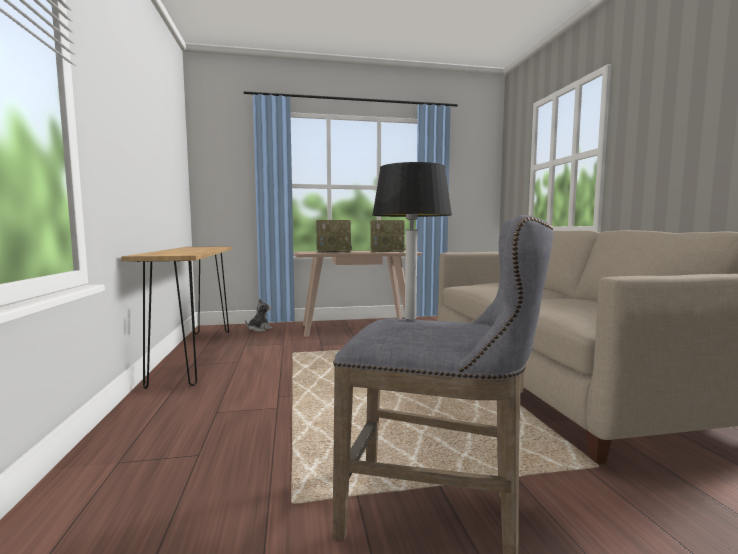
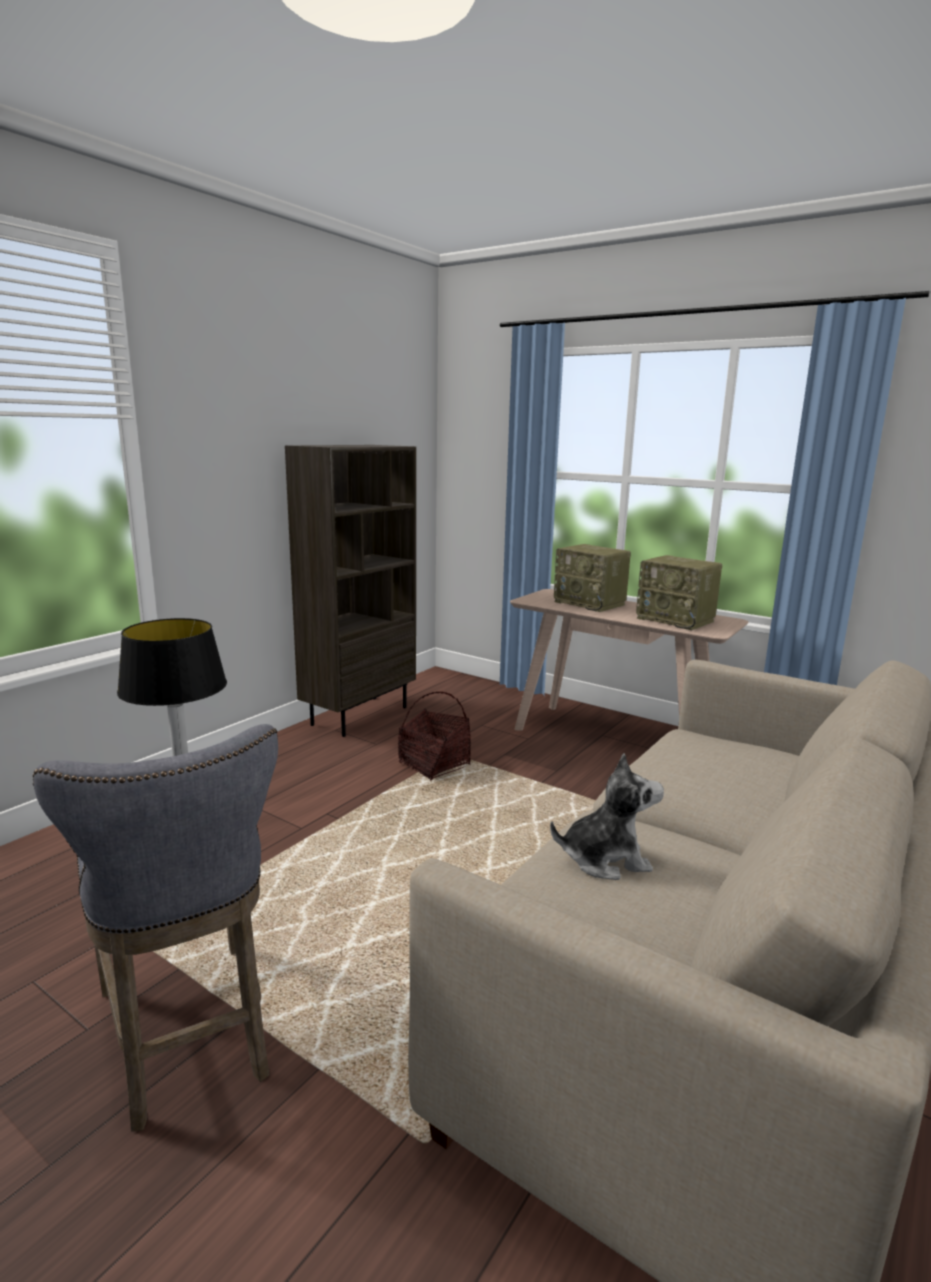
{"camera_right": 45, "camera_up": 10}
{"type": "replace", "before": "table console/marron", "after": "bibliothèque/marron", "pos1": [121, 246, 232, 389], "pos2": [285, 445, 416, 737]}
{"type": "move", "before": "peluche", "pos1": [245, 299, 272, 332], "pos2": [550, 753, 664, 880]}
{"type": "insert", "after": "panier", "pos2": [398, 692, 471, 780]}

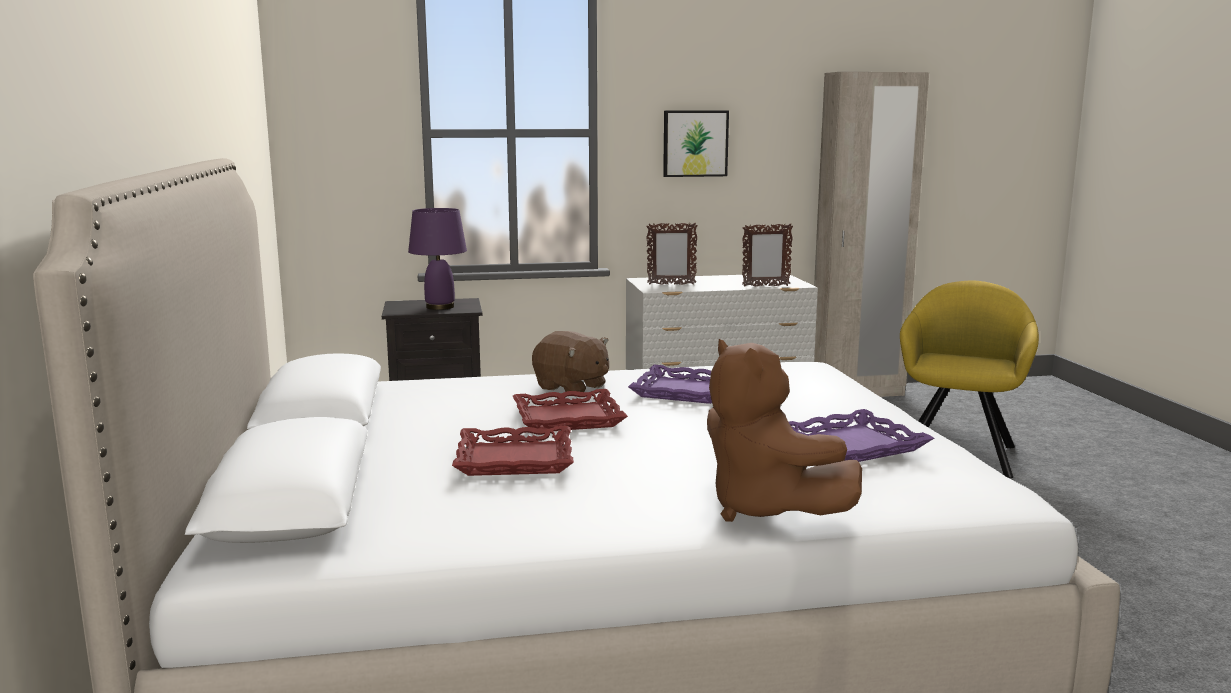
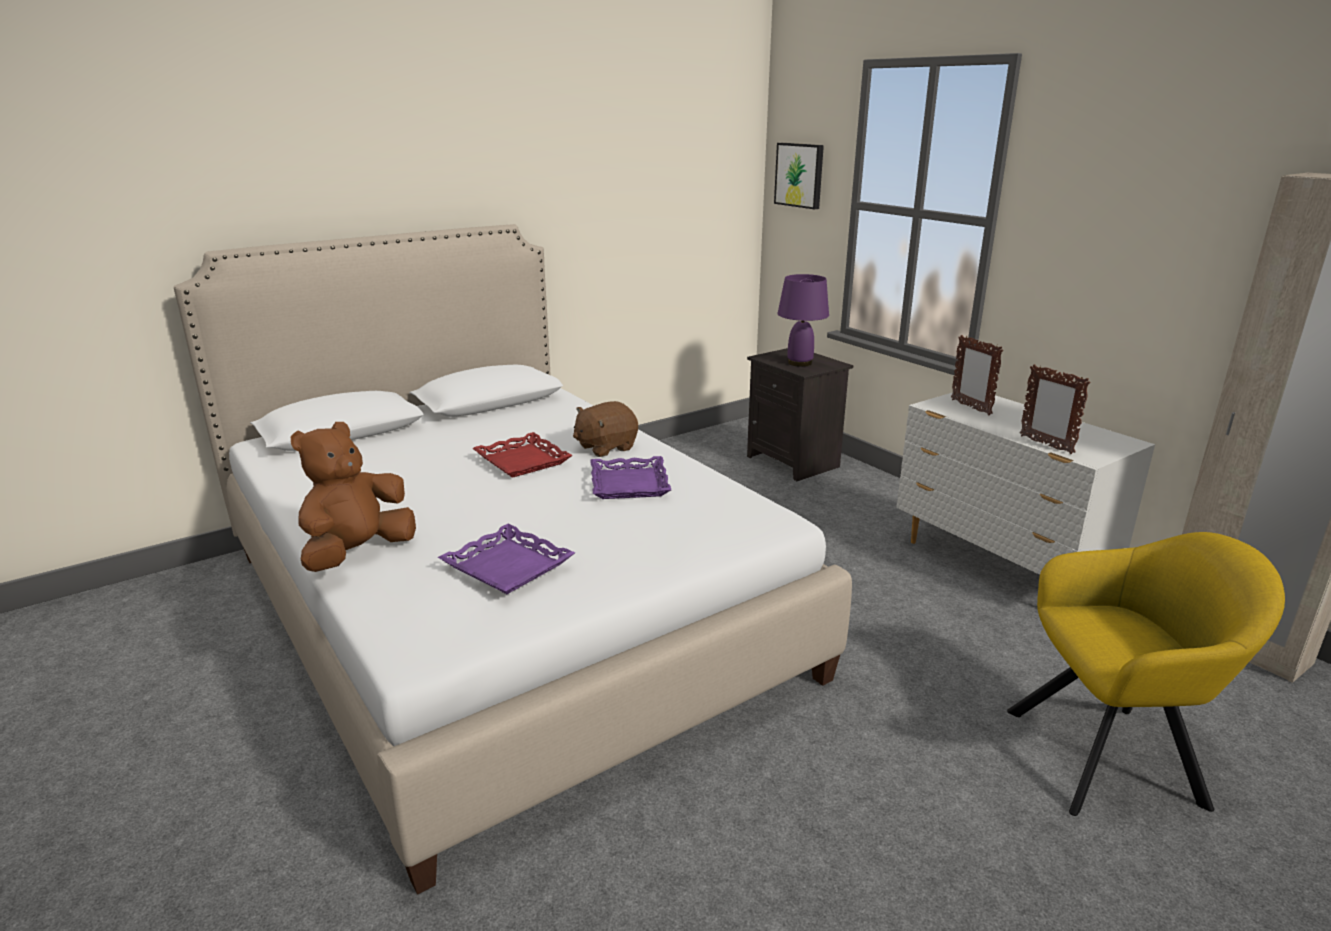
{"camera_right": 65, "camera_up": 10}
{"type": "delete", "before": "plateau/rouge", "pos1": [452, 426, 574, 476]}
{"type": "rotate", "before": "peluche/marron", "pos1": [532, 331, 609, 392], "pos2": [573, 401, 638, 457], "turn": 45}
{"type": "move", "before": "tableau", "pos1": [663, 111, 729, 177], "pos2": [774, 143, 824, 210]}

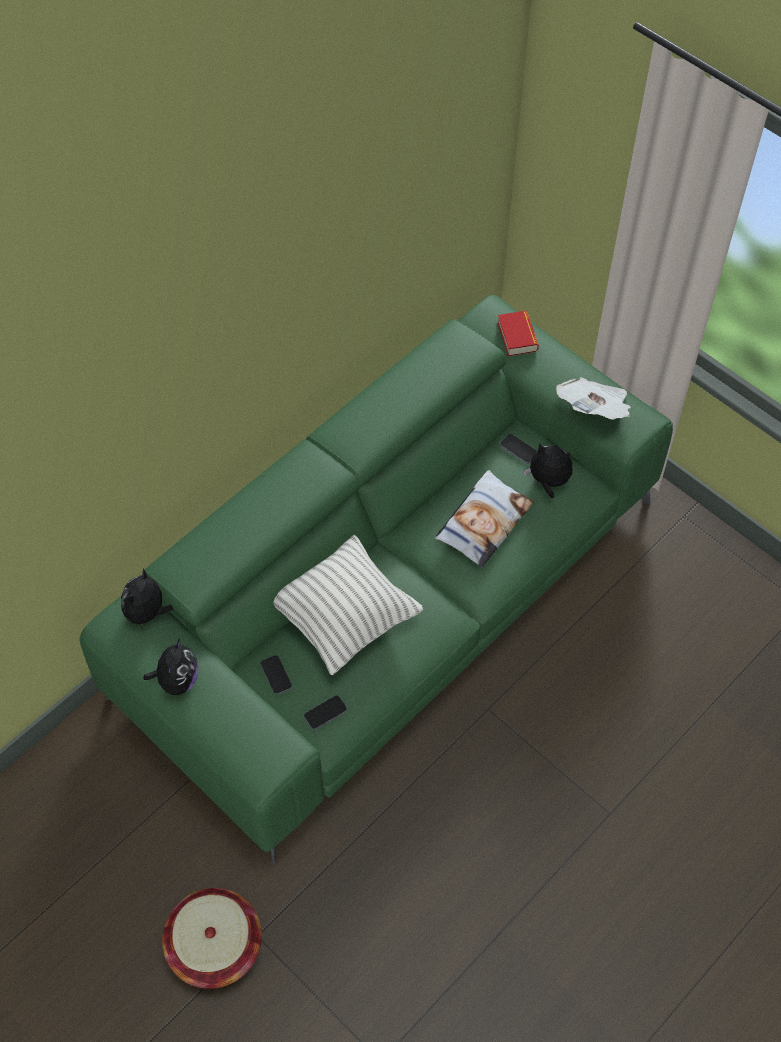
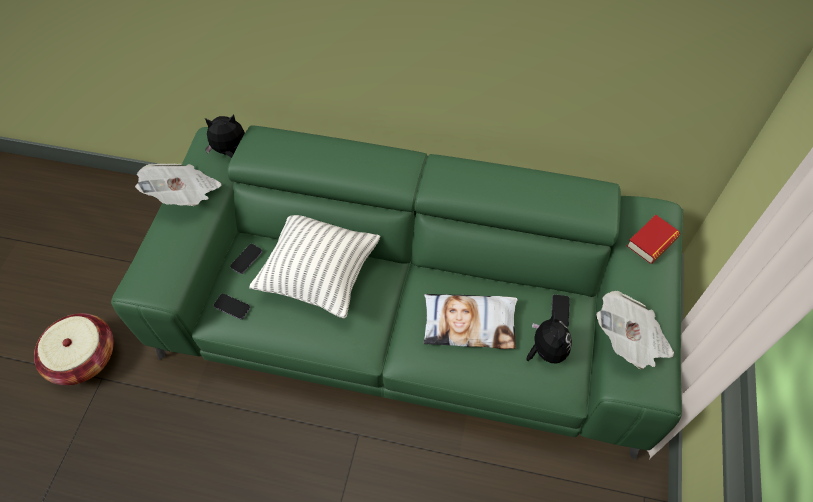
{"camera_right": 60, "camera_up": 0}
{"type": "replace", "before": "peluche", "after": "journal", "pos1": [143, 638, 198, 695], "pos2": [135, 164, 221, 206]}

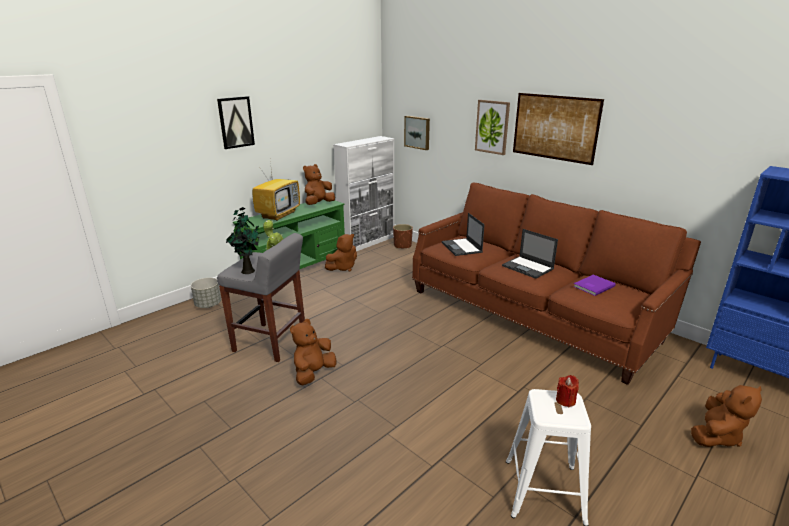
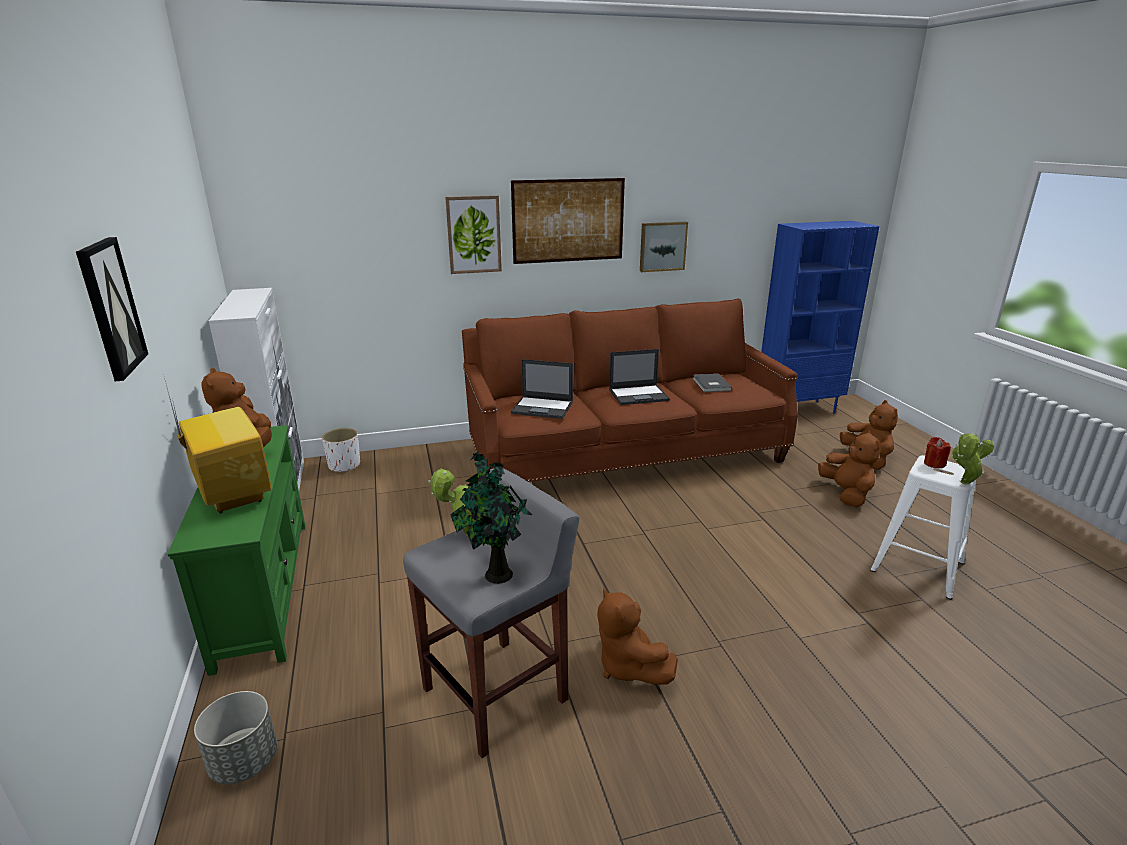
{"camera_right": -60, "camera_up": 0}
{"type": "move", "before": "peluche/marron", "pos1": [325, 234, 357, 272], "pos2": [818, 430, 880, 507]}
{"type": "recolor", "before": "cache-pot/marron", "after": "cache-pot/blanc", "pos1": [393, 224, 413, 249], "pos2": [322, 428, 360, 473]}
{"type": "move", "before": "tableau", "pos1": [404, 116, 430, 150], "pos2": [640, 222, 688, 272]}
{"type": "recolor", "before": "livre/violet", "after": "livre/gris", "pos1": [573, 275, 616, 296], "pos2": [693, 374, 732, 392]}
{"type": "insert", "after": "plante en pot", "pos2": [952, 433, 994, 484]}

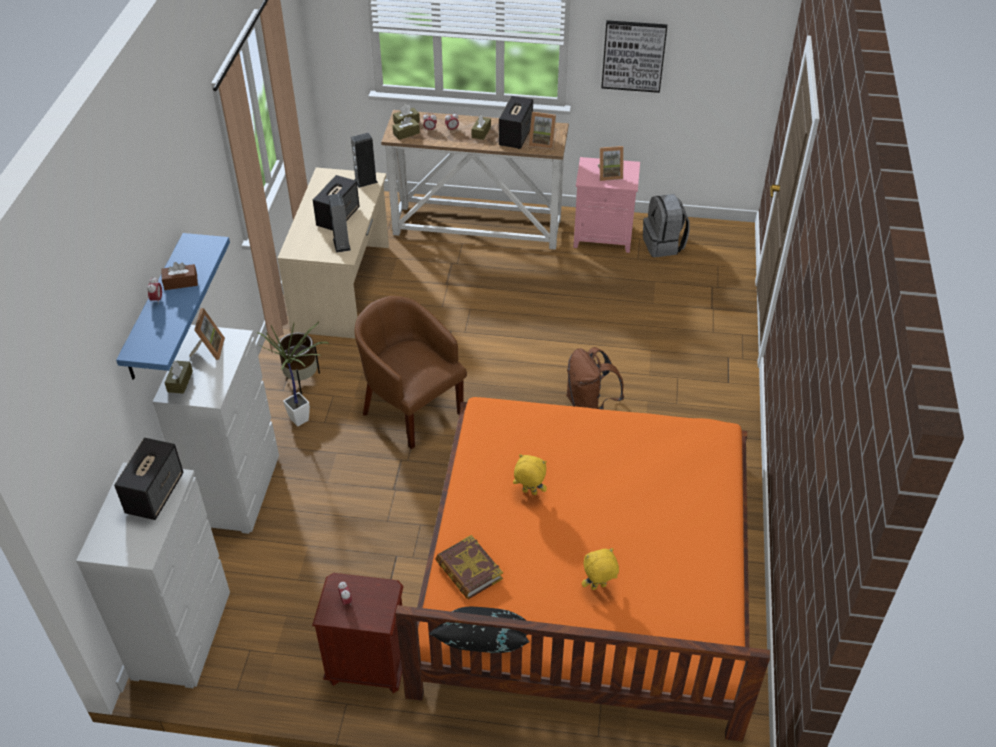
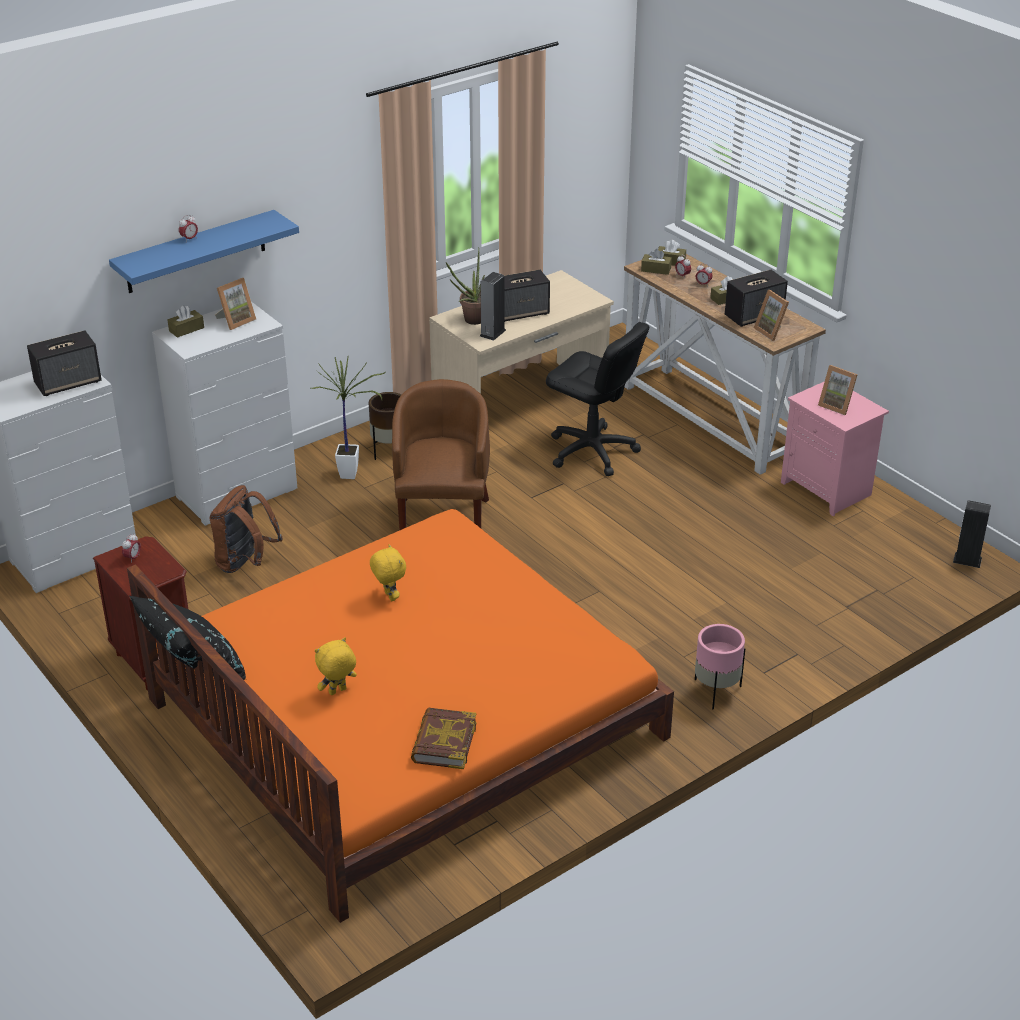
{"camera_right": 45, "camera_up": -10}
{"type": "delete", "before": "boîte à mouchoirs/marron", "pos1": [162, 262, 198, 290]}
{"type": "move", "before": "enceinte", "pos1": [351, 133, 378, 188], "pos2": [953, 500, 991, 568]}
{"type": "move", "before": "livre", "pos1": [435, 535, 503, 599], "pos2": [411, 708, 477, 769]}
{"type": "move", "before": "sac à dos/marron", "pos1": [566, 347, 624, 410], "pos2": [209, 485, 283, 573]}
{"type": "rotate", "before": "peluche/jaune", "pos1": [582, 548, 619, 590], "pos2": [315, 637, 357, 695], "turn": -60}
{"type": "delete", "before": "tableau", "pos1": [601, 20, 667, 93]}
{"type": "delete", "before": "sac à dos/gris", "pos1": [643, 194, 690, 257]}
{"type": "insert", "after": "plante en pot", "pos2": [446, 247, 485, 325]}
{"type": "insert", "after": "chaise de bureau/noir", "pos2": [546, 322, 650, 476]}
{"type": "insert", "after": "cache-pot/rose", "pos2": [695, 624, 745, 710]}

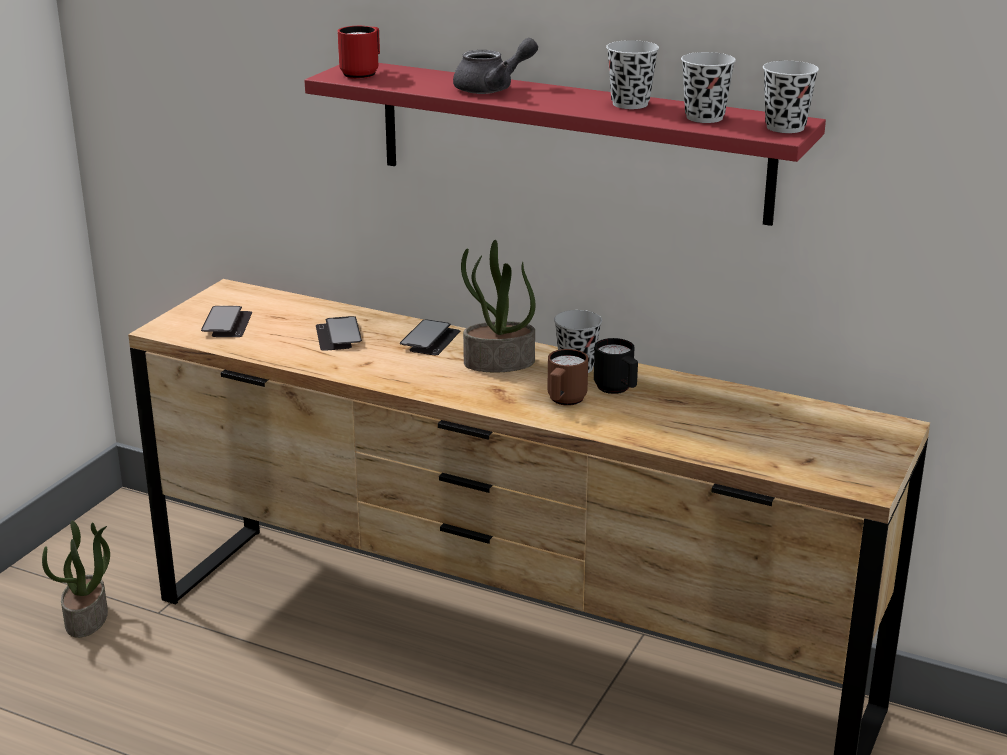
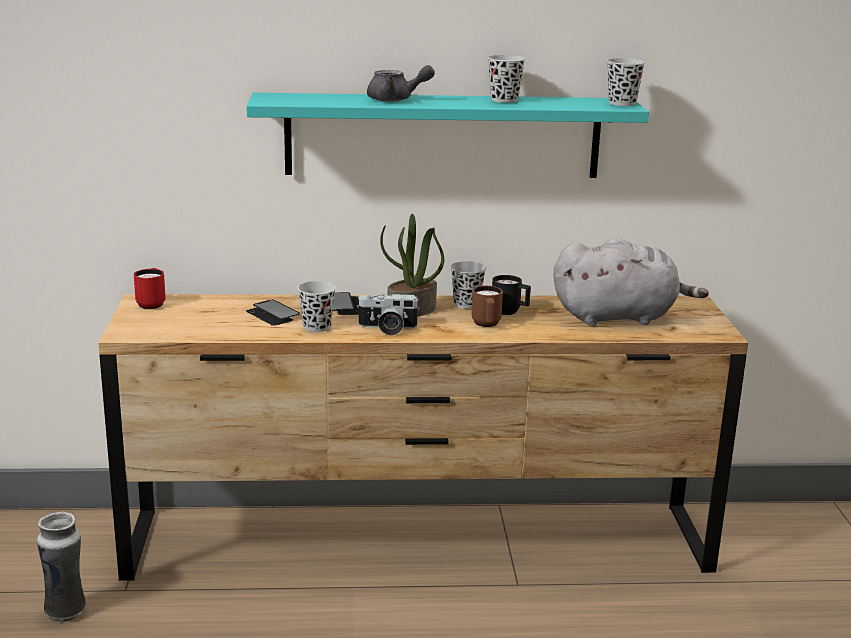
{"camera_right": -30, "camera_up": -5}
{"type": "replace", "before": "plante en pot", "after": "vase", "pos1": [42, 520, 110, 638], "pos2": [37, 512, 86, 622]}
{"type": "delete", "before": "téléphone", "pos1": [201, 306, 252, 337]}
{"type": "recolor", "before": "étagère/rouge", "after": "étagère/turquoise", "pos1": [304, 63, 826, 226], "pos2": [246, 93, 649, 178]}
{"type": "move", "before": "mug/rouge", "pos1": [338, 26, 380, 79], "pos2": [134, 268, 166, 309]}
{"type": "rotate", "before": "théière/gris", "pos1": [453, 38, 538, 94], "pos2": [367, 65, 435, 102], "turn": 60}
{"type": "move", "before": "tasse/noir", "pos1": [681, 52, 736, 123], "pos2": [298, 281, 336, 332]}
{"type": "insert", "after": "appareil photo", "pos2": [357, 294, 420, 335]}
{"type": "insert", "after": "peluche/gris", "pos2": [554, 238, 709, 326]}

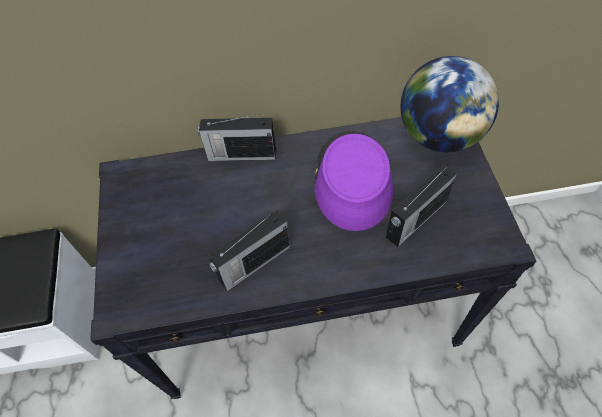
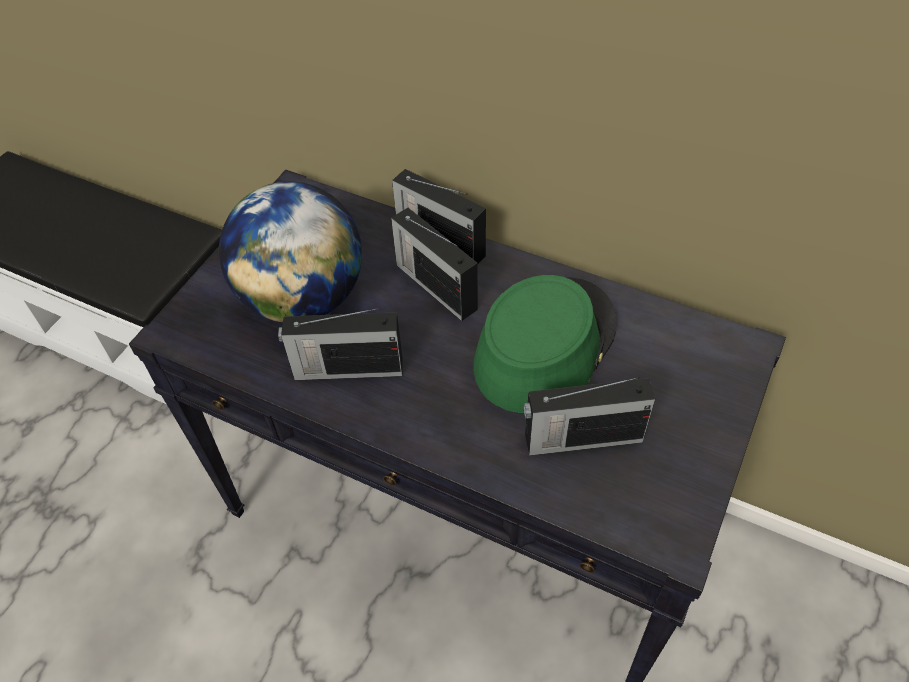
{"camera_right": 35, "camera_up": -5}
{"type": "recolor", "before": "chapeau/violet", "after": "chapeau/vert", "pos1": [314, 131, 394, 231], "pos2": [473, 275, 617, 413]}
{"type": "move", "before": "globe", "pos1": [401, 56, 499, 152], "pos2": [219, 181, 362, 323]}
{"type": "insert", "after": "radio", "pos2": [391, 208, 478, 321]}

